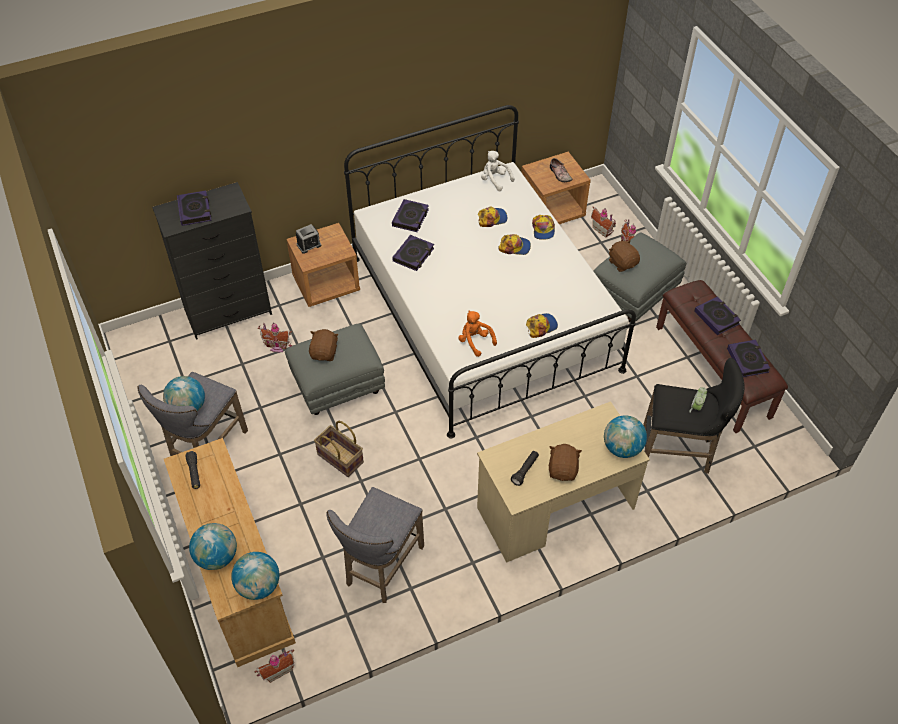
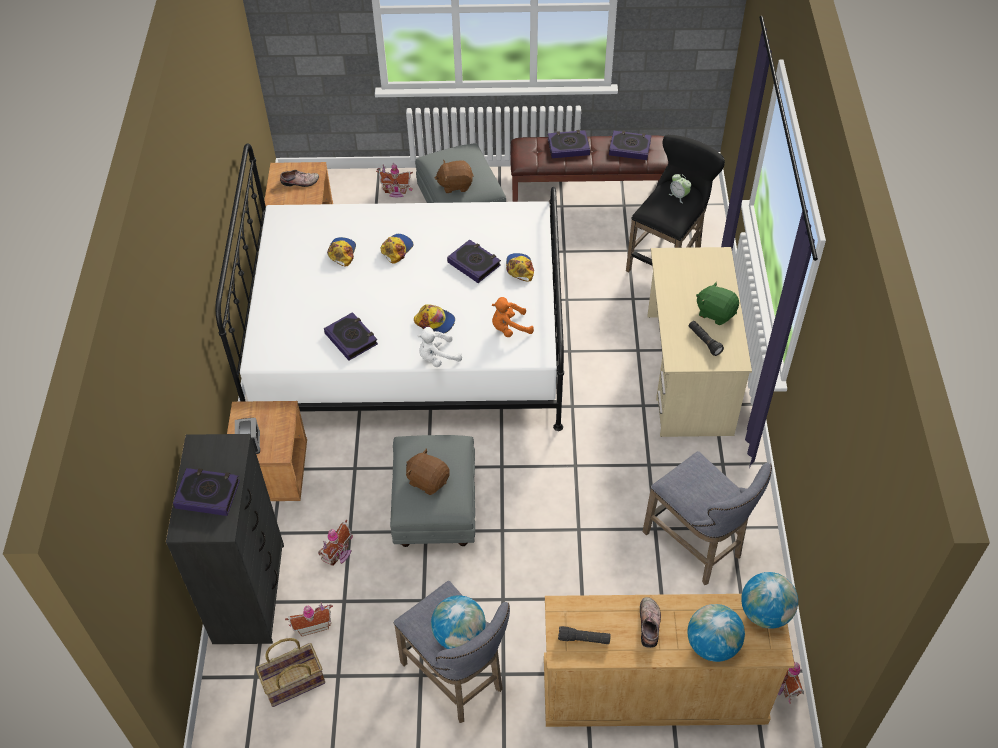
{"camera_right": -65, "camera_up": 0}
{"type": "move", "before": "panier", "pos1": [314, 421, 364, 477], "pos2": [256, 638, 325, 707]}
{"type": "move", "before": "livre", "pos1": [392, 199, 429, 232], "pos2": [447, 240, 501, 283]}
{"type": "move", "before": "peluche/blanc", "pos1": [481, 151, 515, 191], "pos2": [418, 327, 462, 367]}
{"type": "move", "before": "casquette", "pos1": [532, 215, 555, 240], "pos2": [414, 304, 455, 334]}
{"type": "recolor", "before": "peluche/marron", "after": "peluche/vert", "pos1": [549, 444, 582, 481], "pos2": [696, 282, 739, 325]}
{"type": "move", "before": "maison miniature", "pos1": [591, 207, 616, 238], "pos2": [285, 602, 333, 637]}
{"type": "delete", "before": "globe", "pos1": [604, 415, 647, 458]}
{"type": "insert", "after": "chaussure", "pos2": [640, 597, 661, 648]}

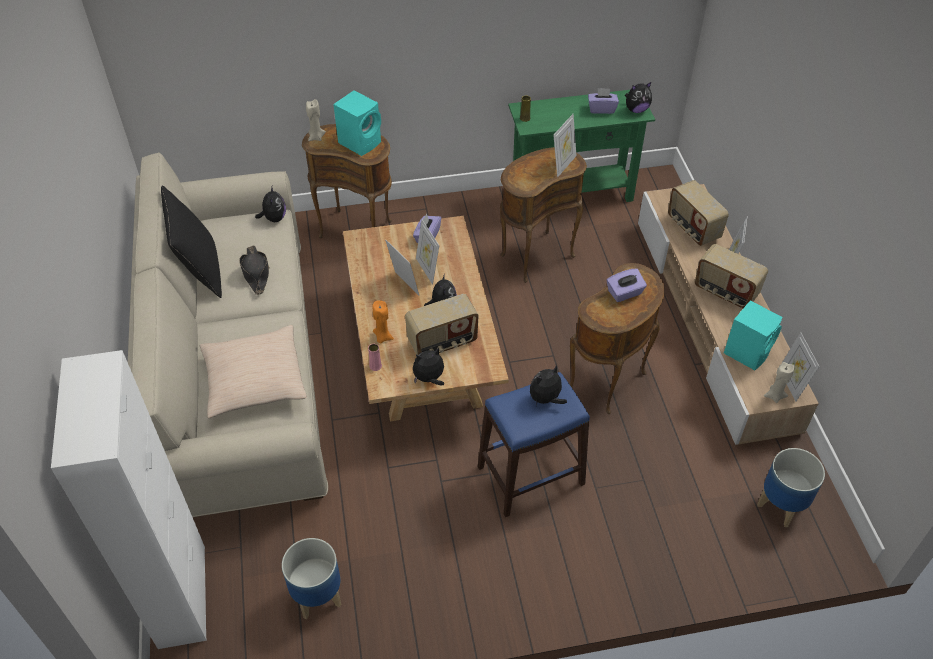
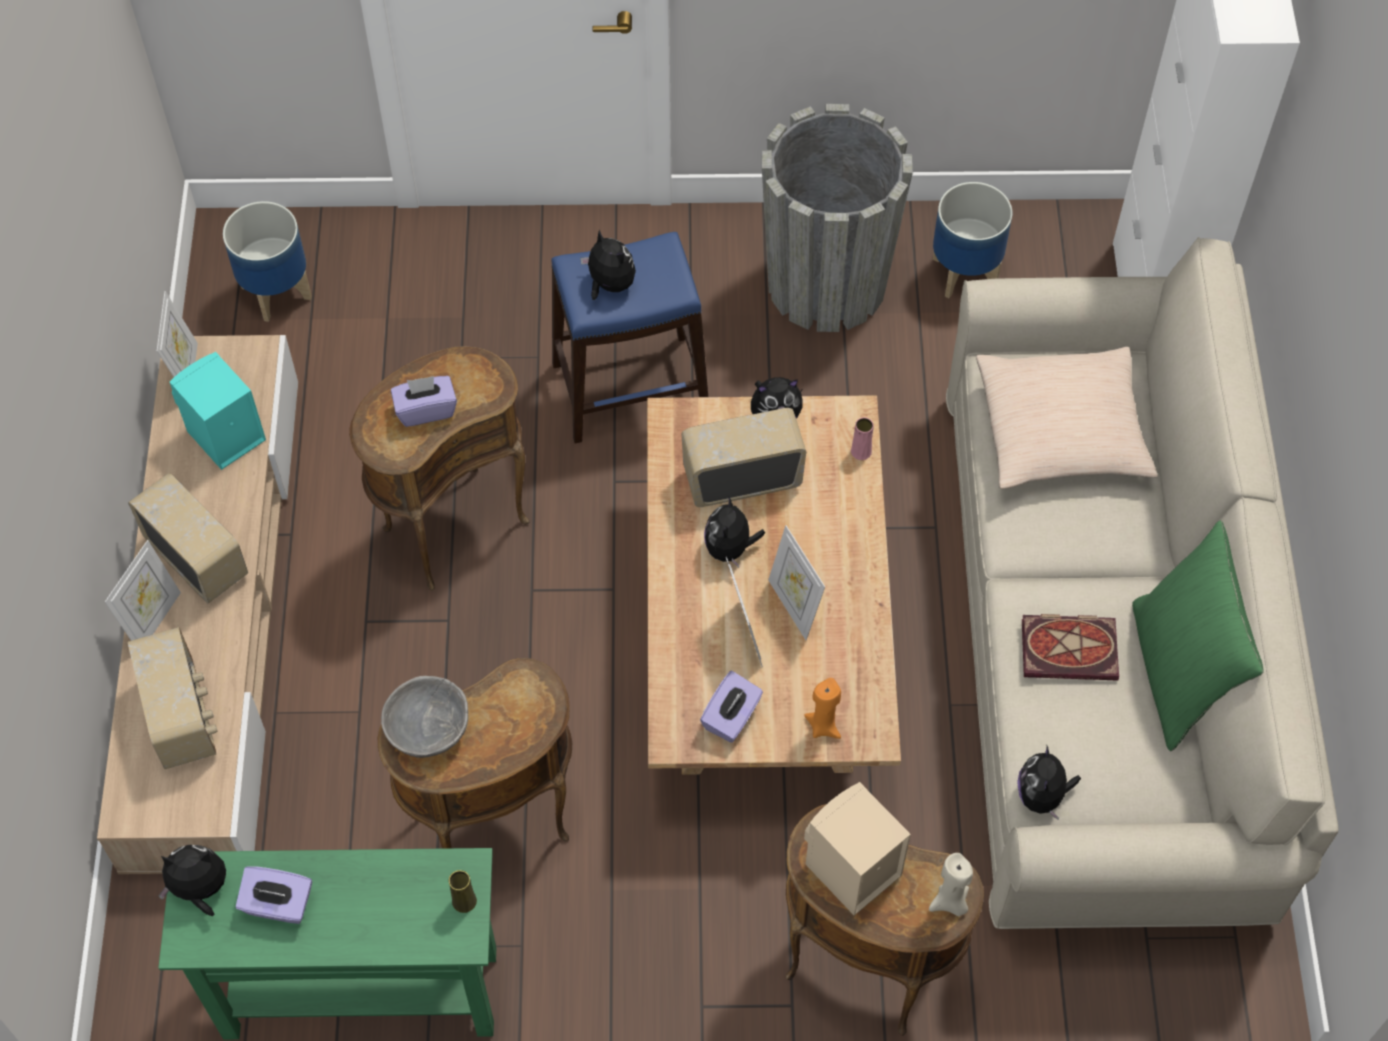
{"camera_right": -170, "camera_up": 10}
{"type": "recolor", "before": "coussin/noir", "after": "coussin/vert", "pos1": [161, 186, 222, 298], "pos2": [1132, 520, 1264, 751]}
{"type": "replace", "before": "chapeau/noir", "after": "livre", "pos1": [239, 246, 269, 295], "pos2": [1022, 614, 1119, 681]}
{"type": "recolor", "before": "enceinte/turquoise", "after": "enceinte/beige", "pos1": [333, 90, 381, 156], "pos2": [804, 782, 911, 915]}
{"type": "move", "before": "bougie/orange", "pos1": [373, 300, 394, 343], "pos2": [804, 678, 841, 739]}
{"type": "rotate", "before": "peluche", "pos1": [530, 365, 567, 405], "pos2": [580, 230, 636, 300], "turn": -105}
{"type": "replace", "before": "cadre photo", "after": "bol/gris", "pos1": [553, 114, 577, 177], "pos2": [381, 676, 468, 758]}
{"type": "delete", "before": "bougie/beige", "pos1": [764, 362, 794, 403]}
{"type": "insert", "after": "cache-pot/gris", "pos2": [762, 104, 913, 332]}

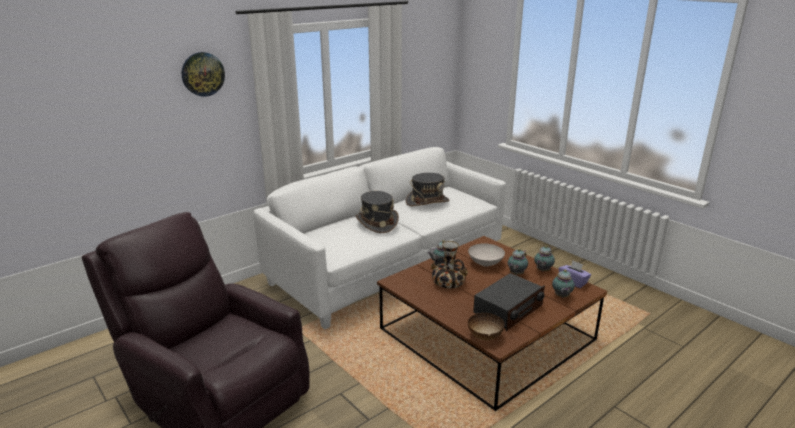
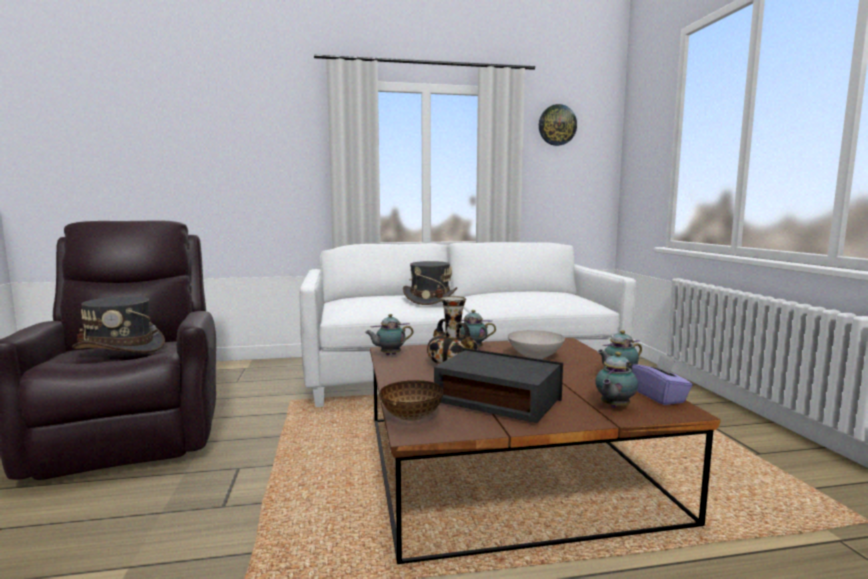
{"camera_right": 30, "camera_up": -15}
{"type": "move", "before": "horloge murale", "pos1": [182, 52, 225, 97], "pos2": [539, 104, 577, 146]}
{"type": "move", "before": "chapeau/gris", "pos1": [406, 173, 450, 206], "pos2": [72, 297, 165, 353]}
{"type": "rotate", "before": "radio", "pos1": [473, 273, 545, 331], "pos2": [434, 348, 563, 423], "turn": -135}
{"type": "move", "before": "théière", "pos1": [508, 249, 528, 275], "pos2": [365, 314, 413, 355]}

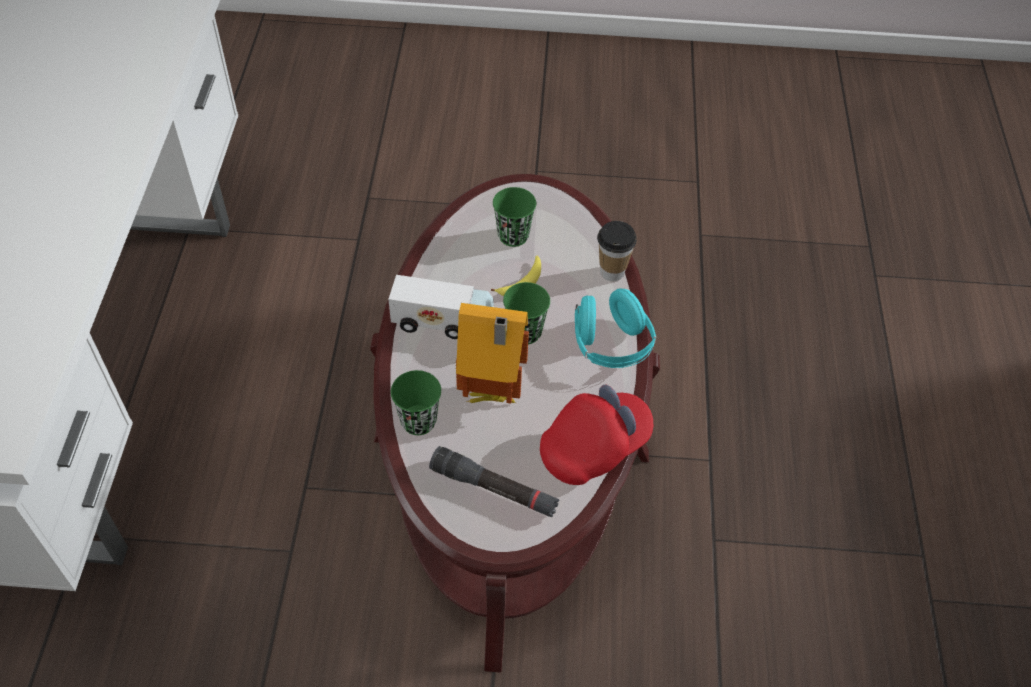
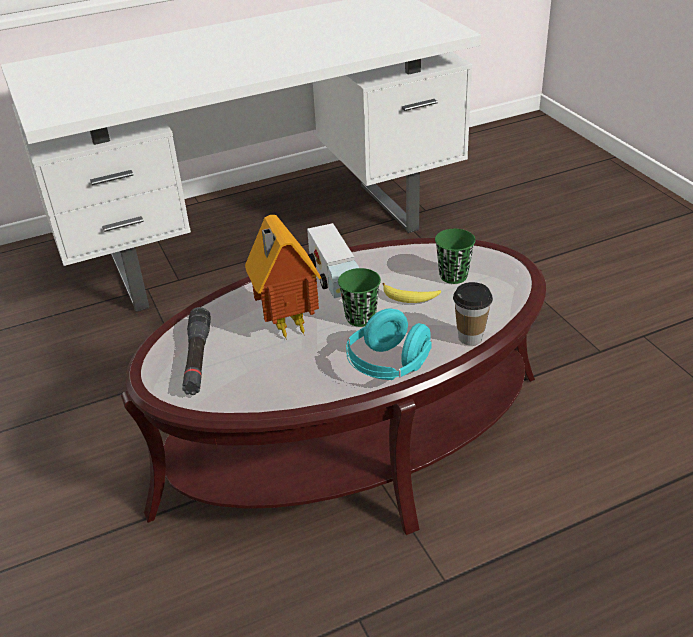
{"camera_right": 65, "camera_up": -15}
{"type": "delete", "before": "tasse/vert", "pos1": [391, 370, 441, 435]}
{"type": "delete", "before": "casquette/rouge", "pos1": [540, 385, 653, 485]}

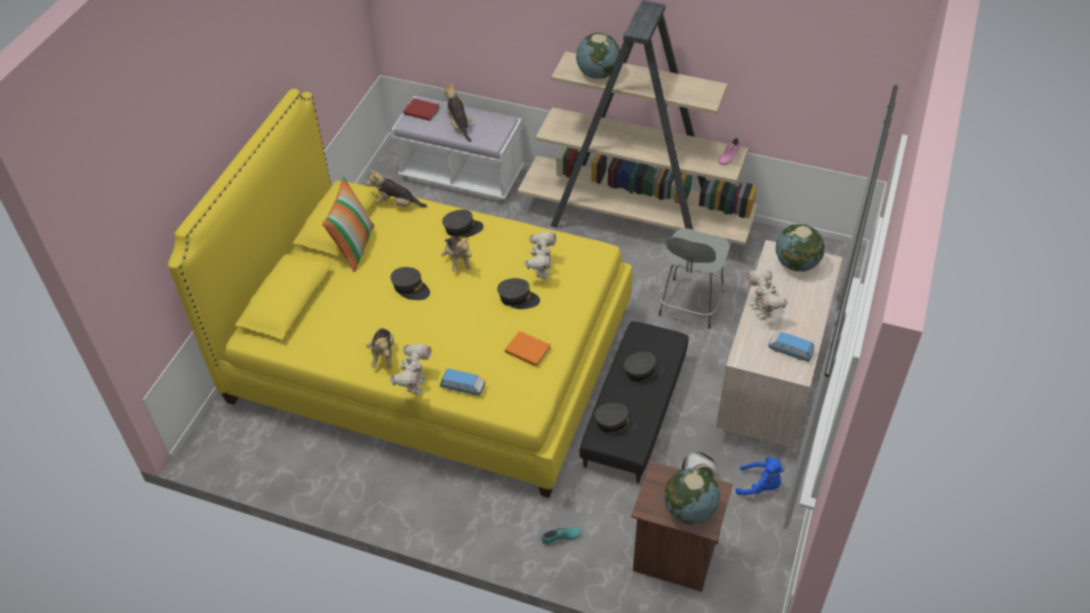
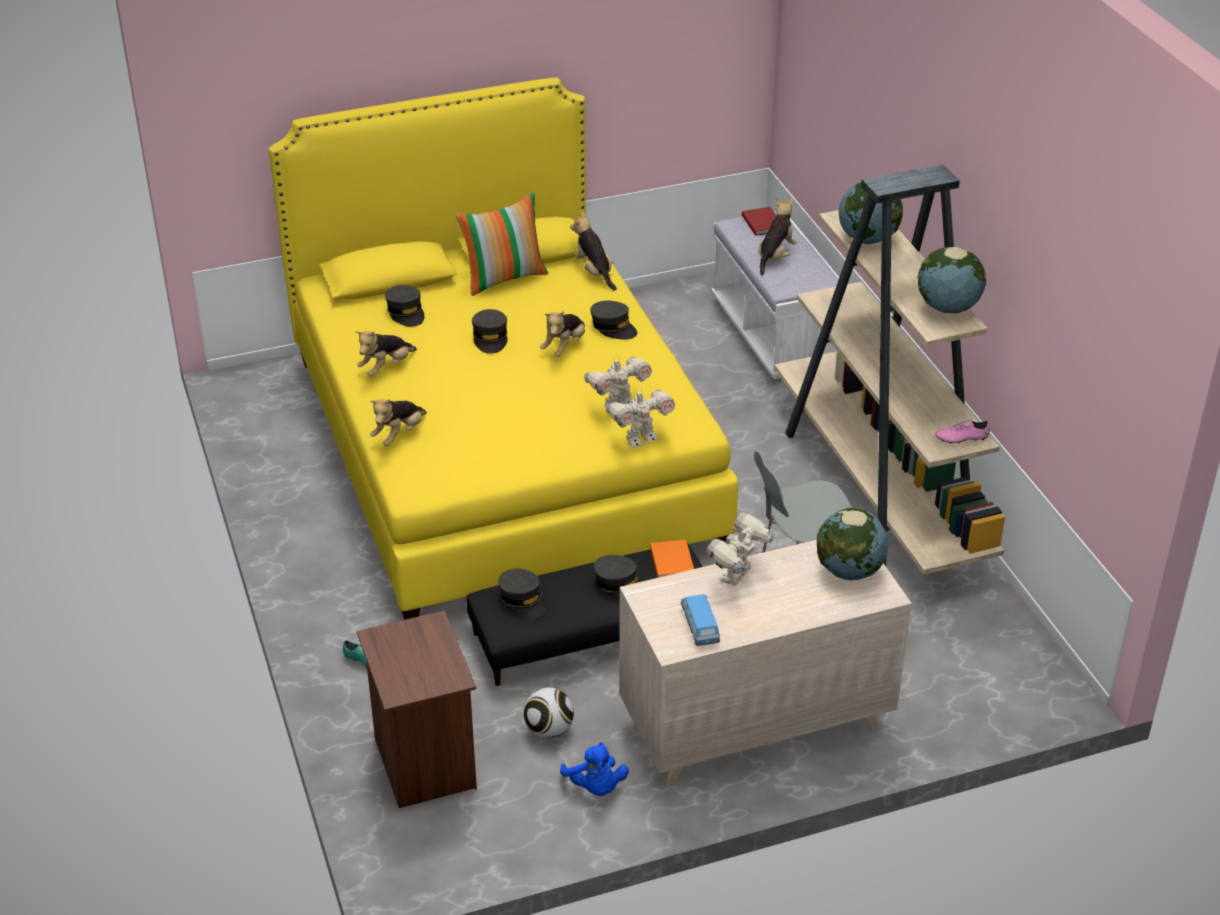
{"camera_right": 50, "camera_up": -10}
{"type": "move", "before": "robot jouet", "pos1": [390, 344, 432, 395], "pos2": [606, 387, 675, 448]}
{"type": "replace", "before": "petite voiture", "after": "peluche", "pos1": [440, 368, 486, 395], "pos2": [370, 399, 427, 446]}
{"type": "move", "before": "casquette/gris", "pos1": [497, 278, 540, 309], "pos2": [385, 285, 424, 327]}
{"type": "move", "before": "livre/orange", "pos1": [505, 331, 551, 367], "pos2": [650, 540, 694, 578]}
{"type": "move", "before": "globe", "pos1": [664, 468, 720, 525], "pos2": [918, 247, 986, 314]}

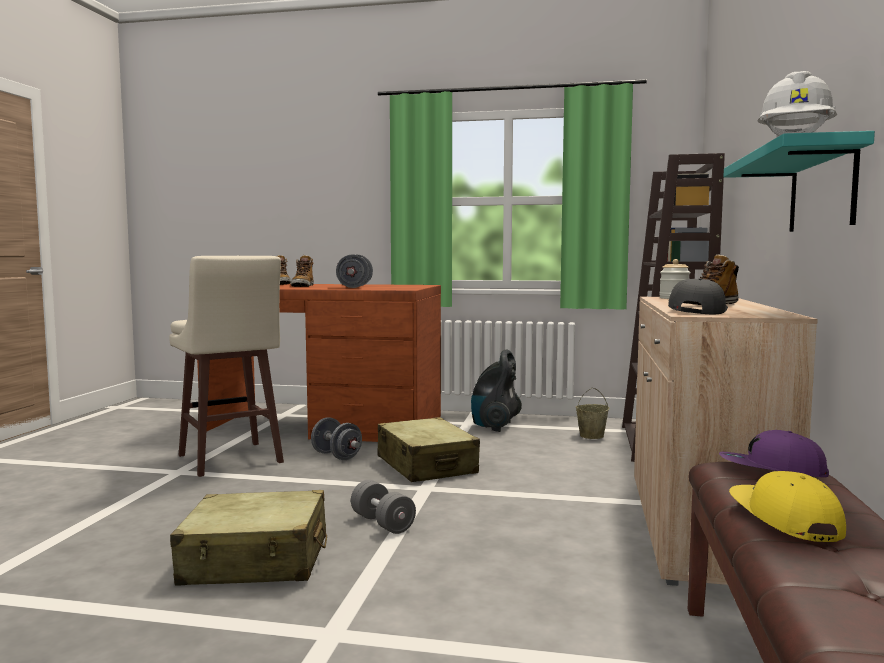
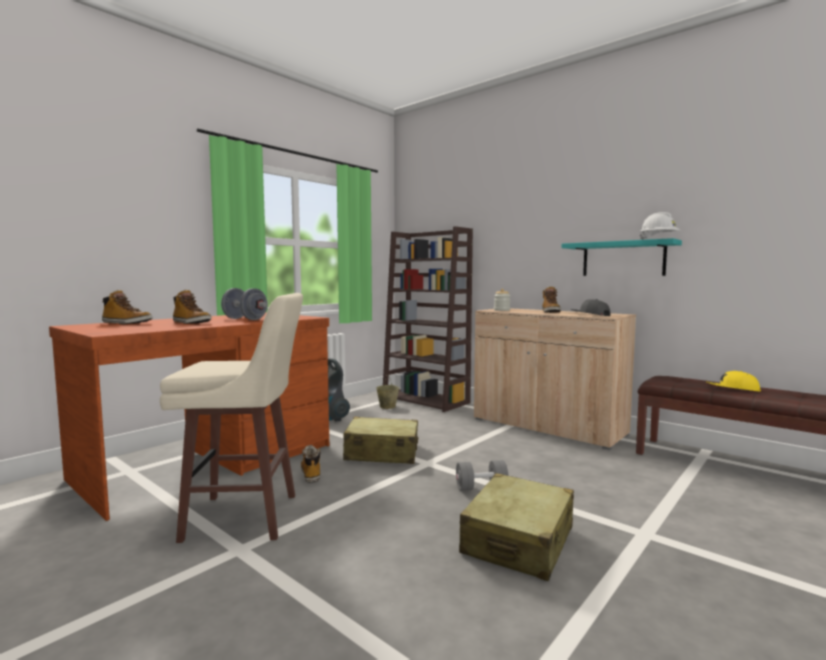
{"camera_right": -60, "camera_up": 0}
{"type": "replace", "before": "haltère/gris", "after": "botte", "pos1": [311, 417, 362, 460], "pos2": [301, 445, 321, 483]}
{"type": "delete", "before": "casquette/violet", "pos1": [719, 430, 829, 477]}

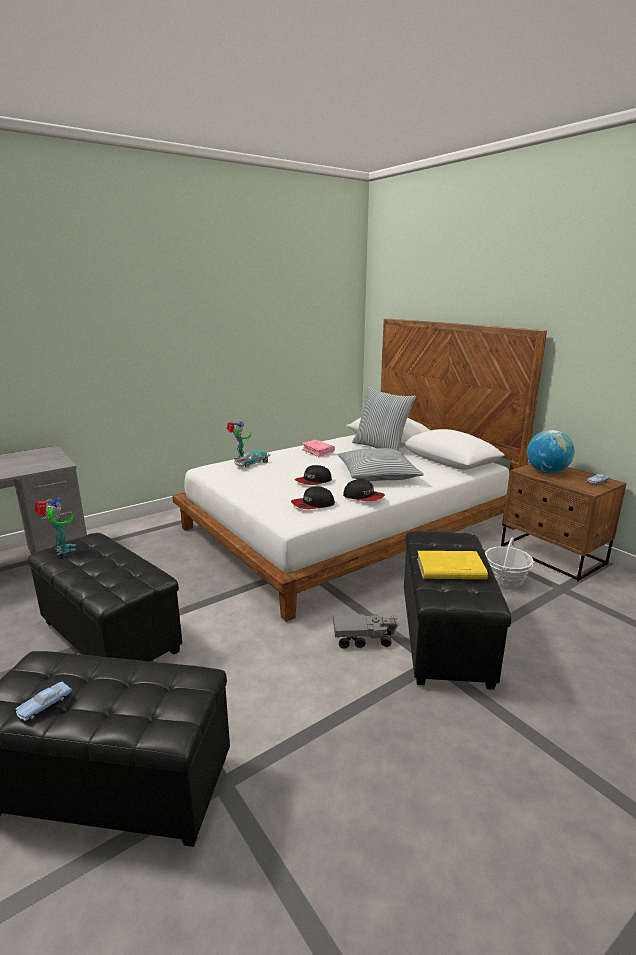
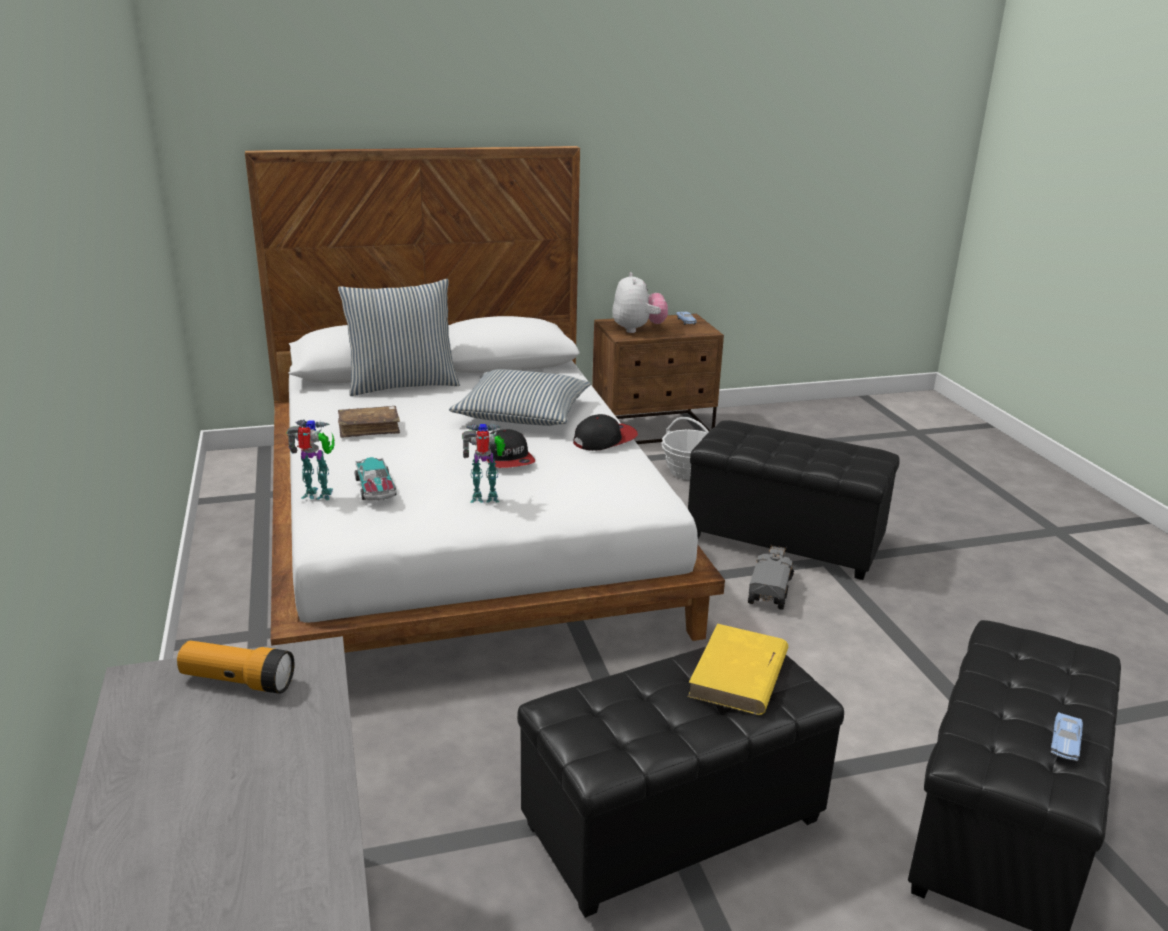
{"camera_right": -70, "camera_up": 5}
{"type": "rotate", "before": "petite voiture/bleu", "pos1": [15, 681, 72, 721], "pos2": [1051, 712, 1083, 761], "turn": 60}
{"type": "move", "before": "robot jouet", "pos1": [35, 497, 76, 555], "pos2": [462, 424, 505, 503]}
{"type": "delete", "before": "casquette", "pos1": [291, 486, 335, 509]}
{"type": "recolor", "before": "livre/rose", "after": "livre/marron", "pos1": [302, 439, 335, 458], "pos2": [338, 406, 400, 438]}
{"type": "move", "before": "livre/jaune", "pos1": [417, 551, 488, 579], "pos2": [687, 624, 788, 715]}
{"type": "replace", "before": "globe", "after": "peluche", "pos1": [527, 430, 575, 474], "pos2": [612, 272, 668, 333]}
{"type": "insert", "after": "lampe de poche", "pos2": [177, 641, 295, 694]}

